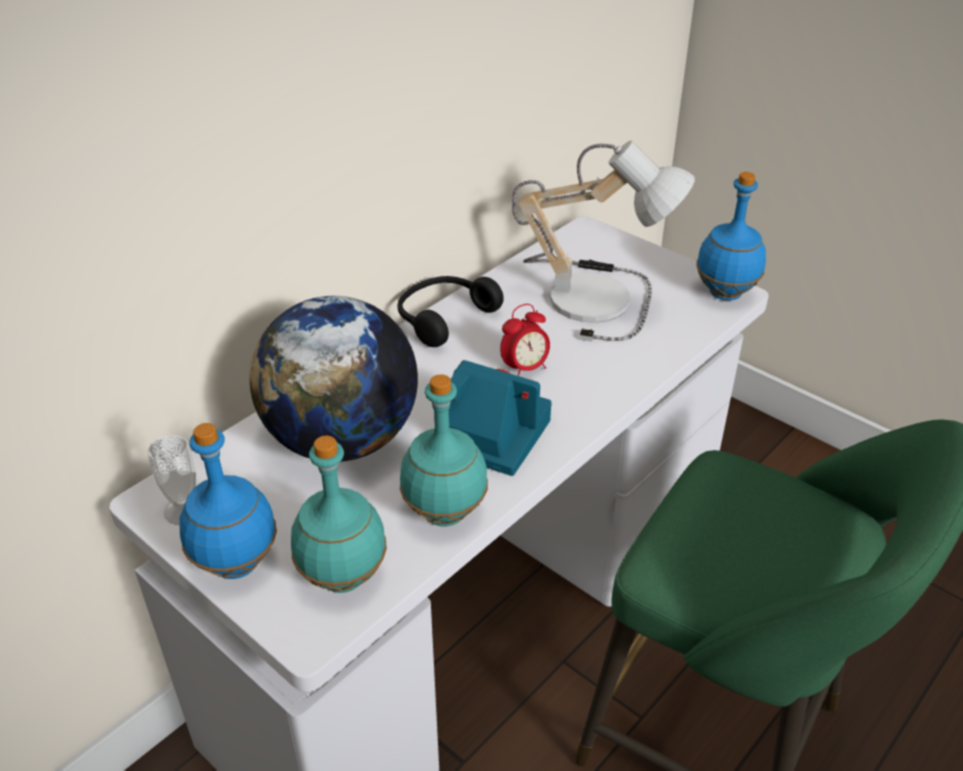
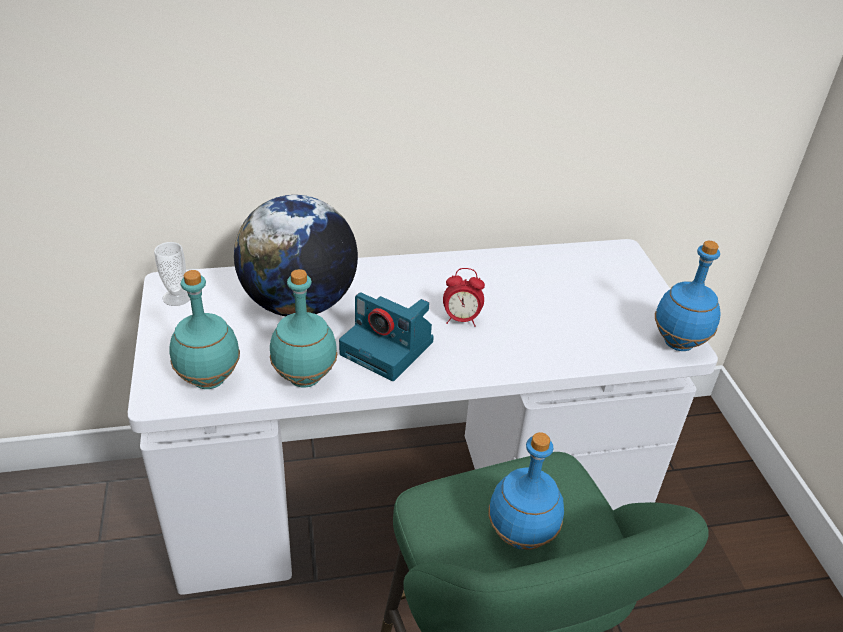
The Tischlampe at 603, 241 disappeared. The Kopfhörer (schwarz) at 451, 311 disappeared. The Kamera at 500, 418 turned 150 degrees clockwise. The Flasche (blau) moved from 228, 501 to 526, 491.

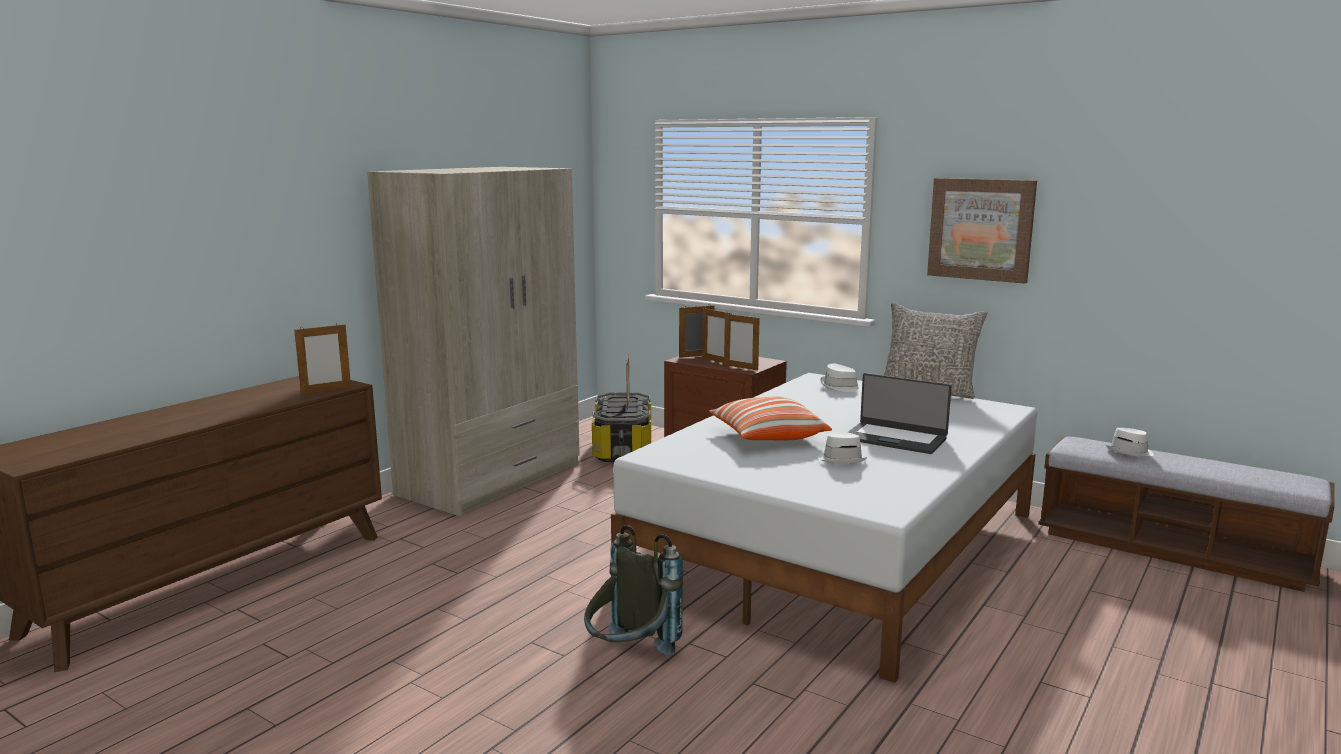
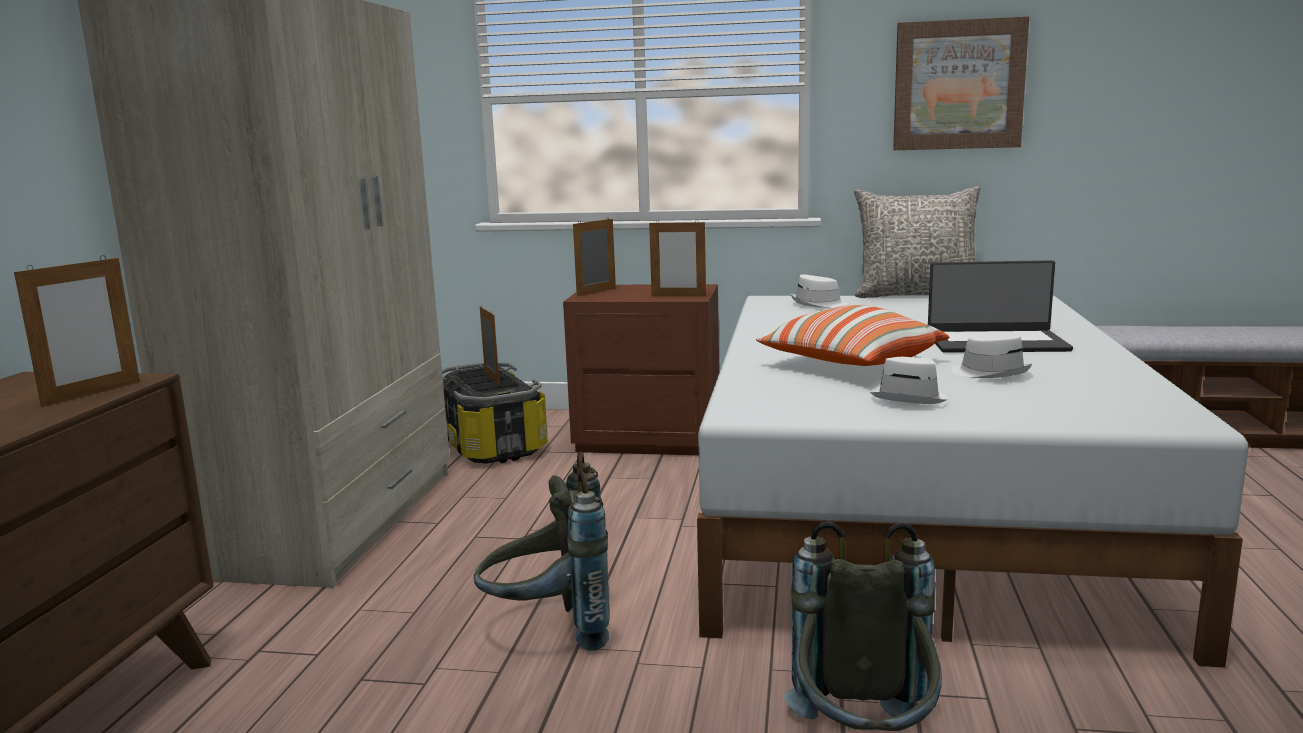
The Bilderrahmen at 716, 335 disappeared. The Hut (weiß) moved from 1130, 442 to 909, 380. The Rucksack (grau) at 542, 551 appeared.

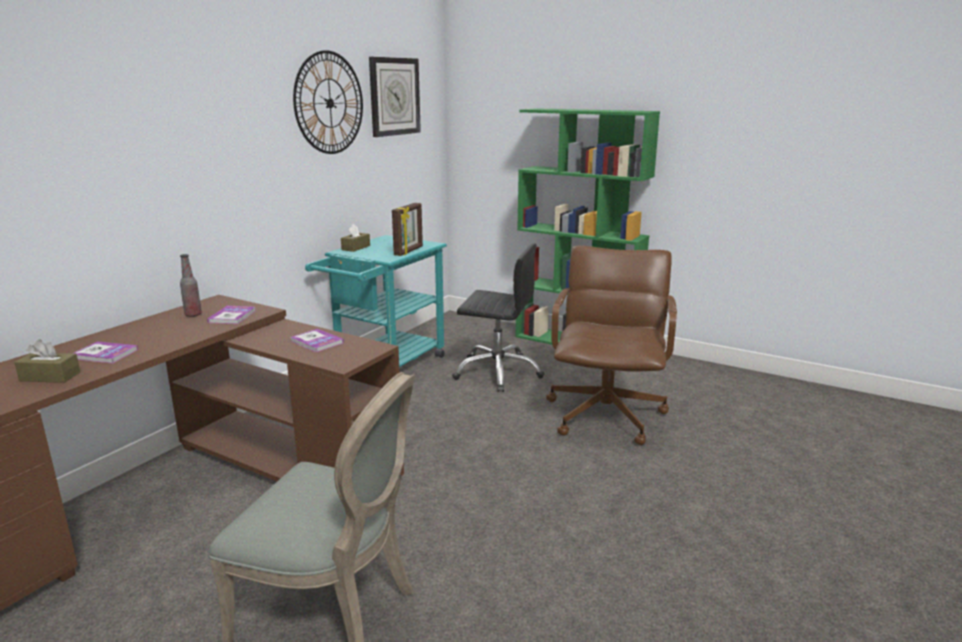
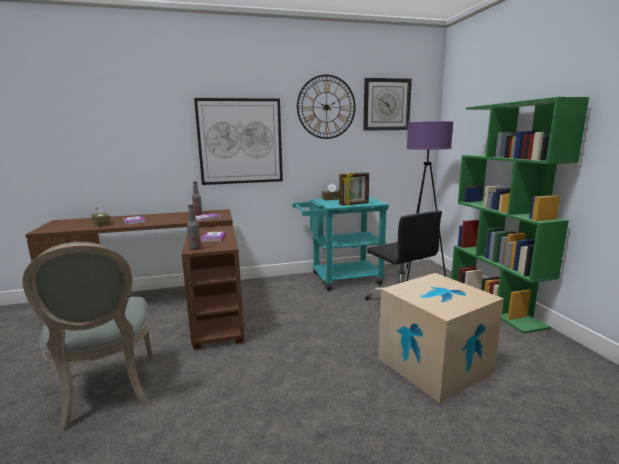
The Bürostuhl (braun) at 611, 345 was replaced by the Karton at 441, 338. The Bild at 238, 141 appeared. The Stehlampe (lila) at 430, 201 appeared. The Flasche at 194, 227 appeared.

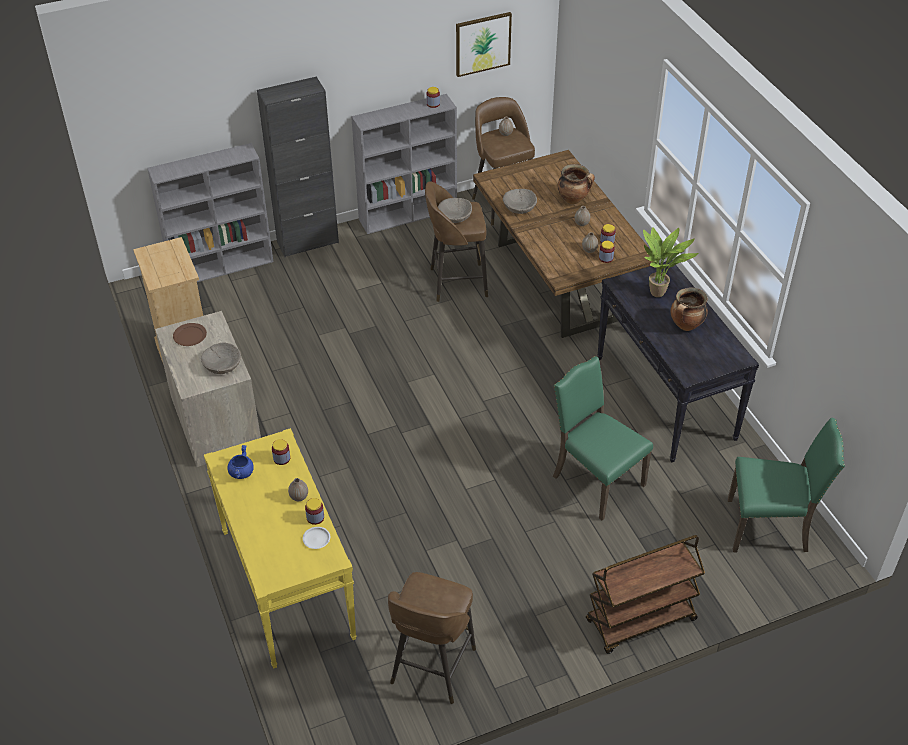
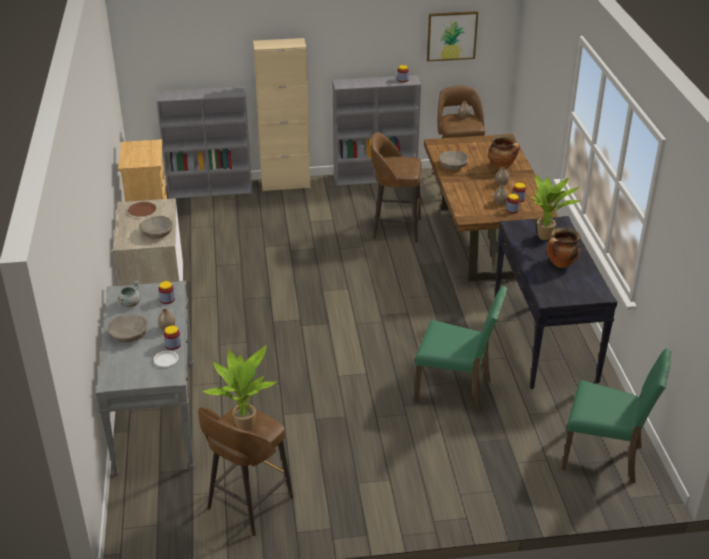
The Schrank (schwarz) at 298, 167 became the Schrank (beige) at 281, 115. The Schüssel (beige) moved from 455, 210 to 128, 328. The Stuhl (grün) at 603, 438 turned 135 degrees clockwise. The Konsolentisch (gelb) at 280, 548 became the Konsolentisch (grau) at 145, 378. The Kochtopf (blau) at 241, 462 became the Kochtopf (grau) at 129, 293. The Rollwagen (braun) at 645, 594 disappeared. The Topfpflanze at 240, 388 appeared.

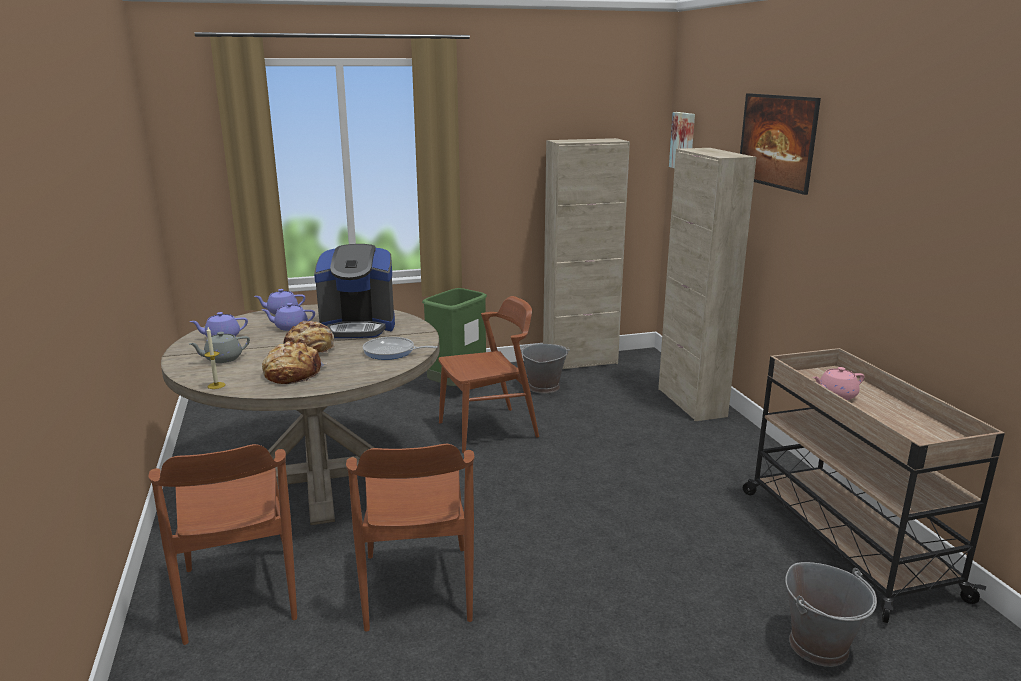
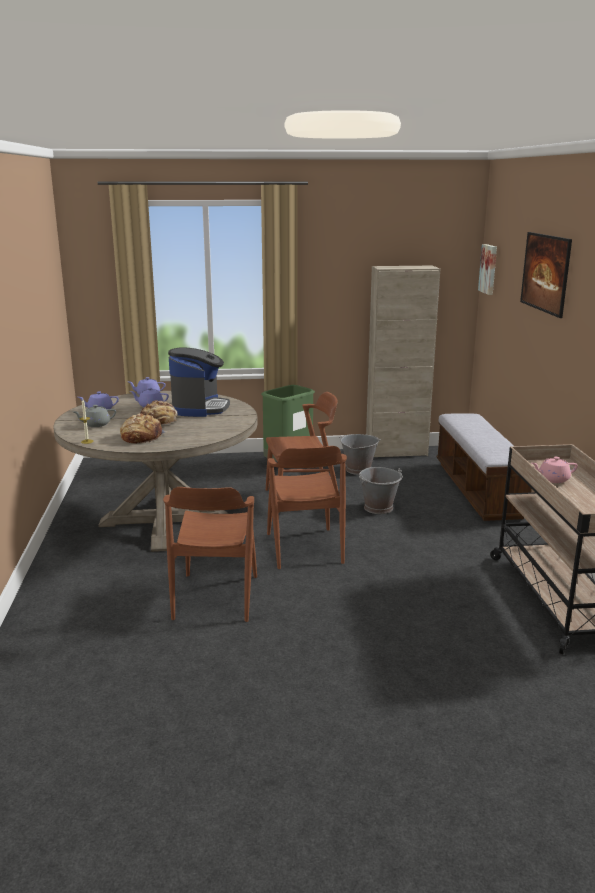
The Schrank (beige) at 707, 284 was replaced by the Bank at 484, 467. The Kaffeemaschine at 354, 291 turned 90 degrees counterclockwise. The Pfanne at 400, 348 disappeared. The Stuhl (braun) moved from 222, 544 to 307, 507. The Eimer (grau) moved from 831, 614 to 381, 490.

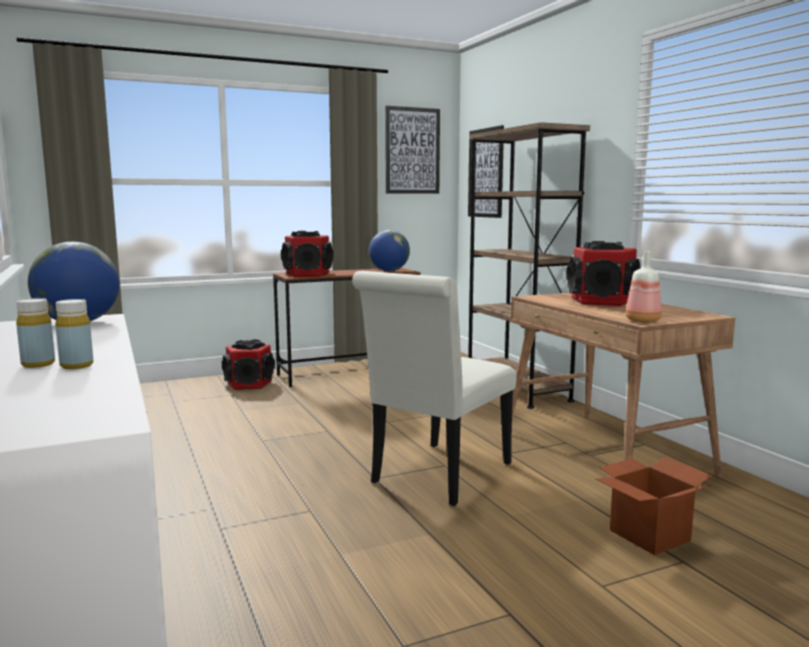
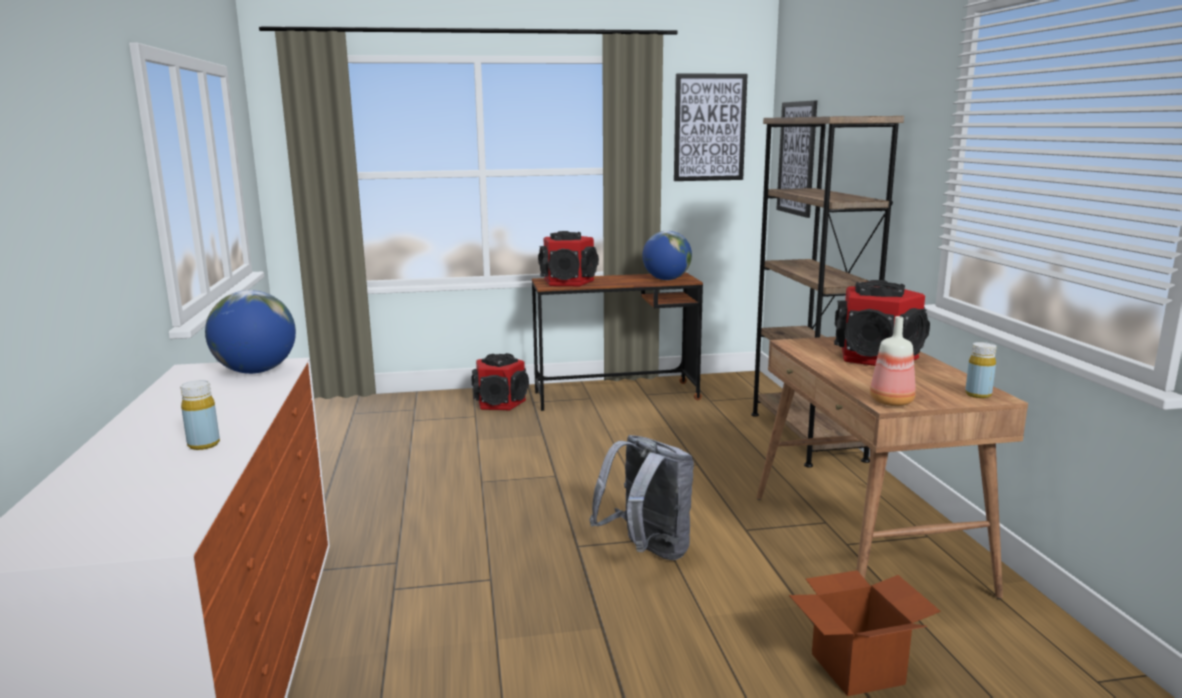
The Stuhl (weiß) at 434, 388 was replaced by the Rucksack (grau) at 641, 497. The Flasche (gelb) moved from 35, 333 to 980, 370.

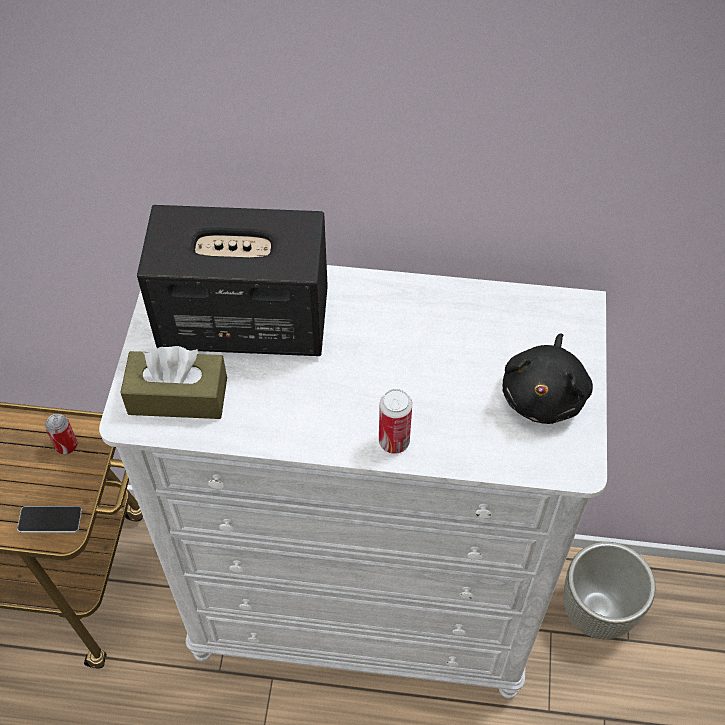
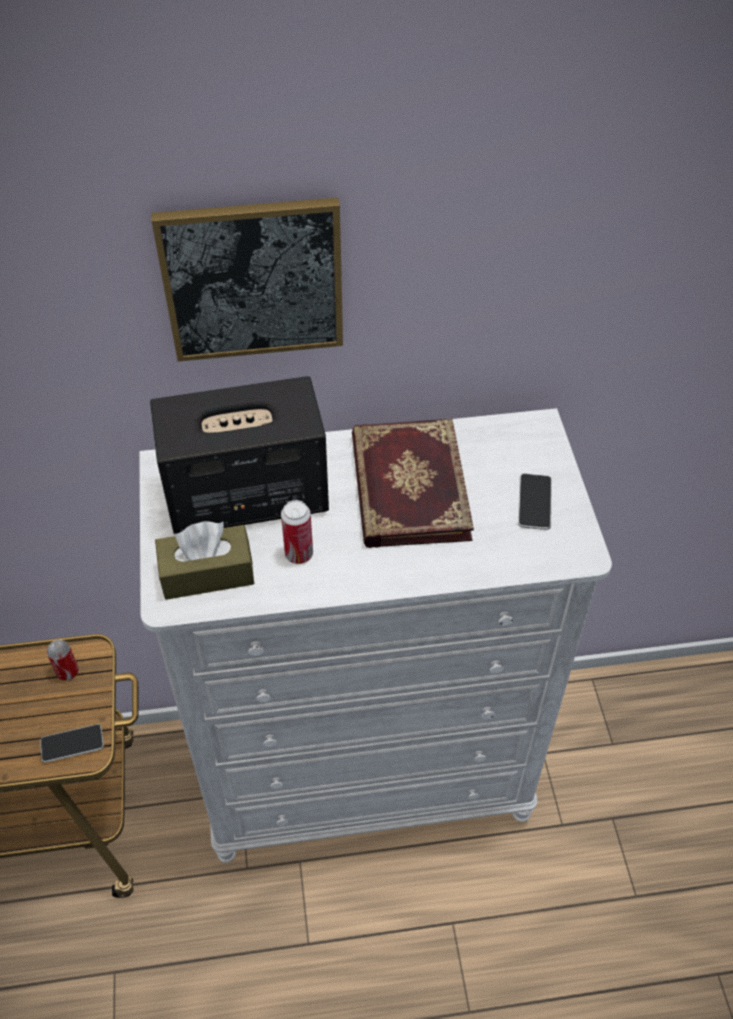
The Plüschtier (schwarz) at 547, 378 was replaced by the Handy at 535, 502. The Dose moved from 395, 421 to 297, 532. The Pflanzkübel (grau) at 610, 590 disappeared. The Bild at 247, 279 appeared. The Buch at 413, 483 appeared.

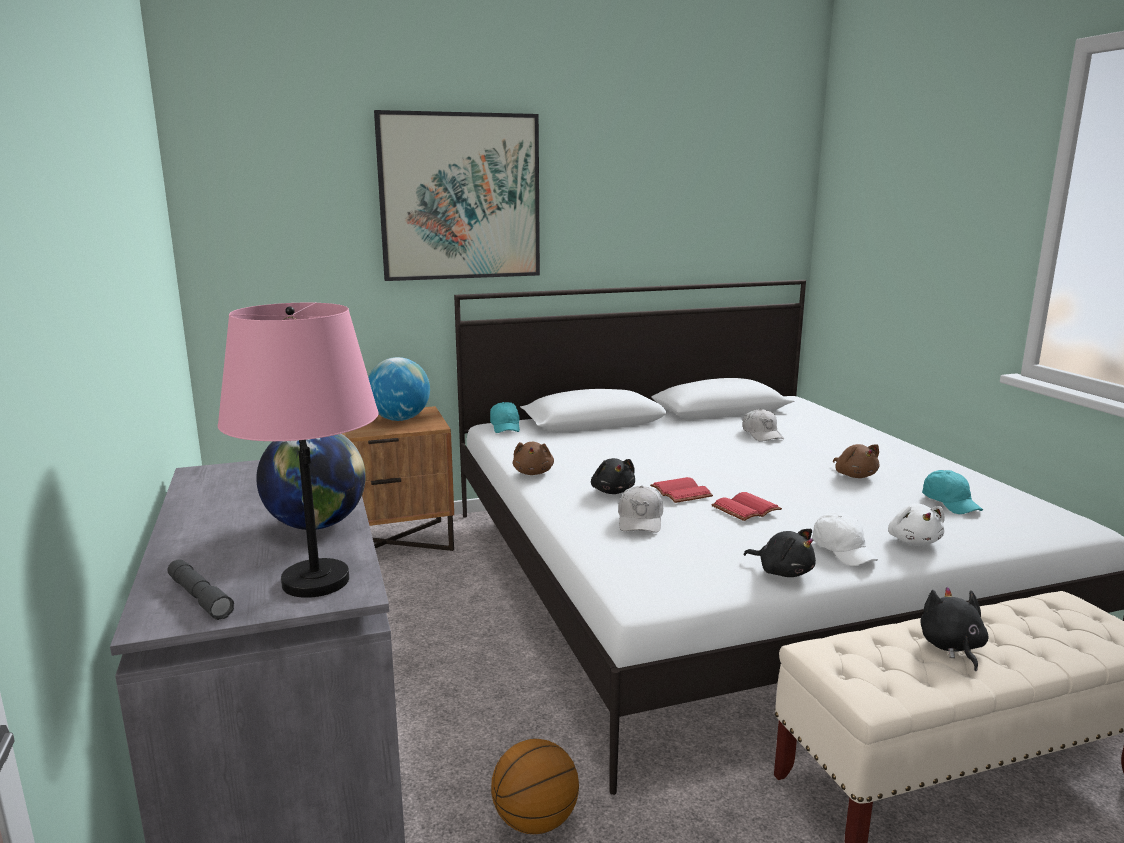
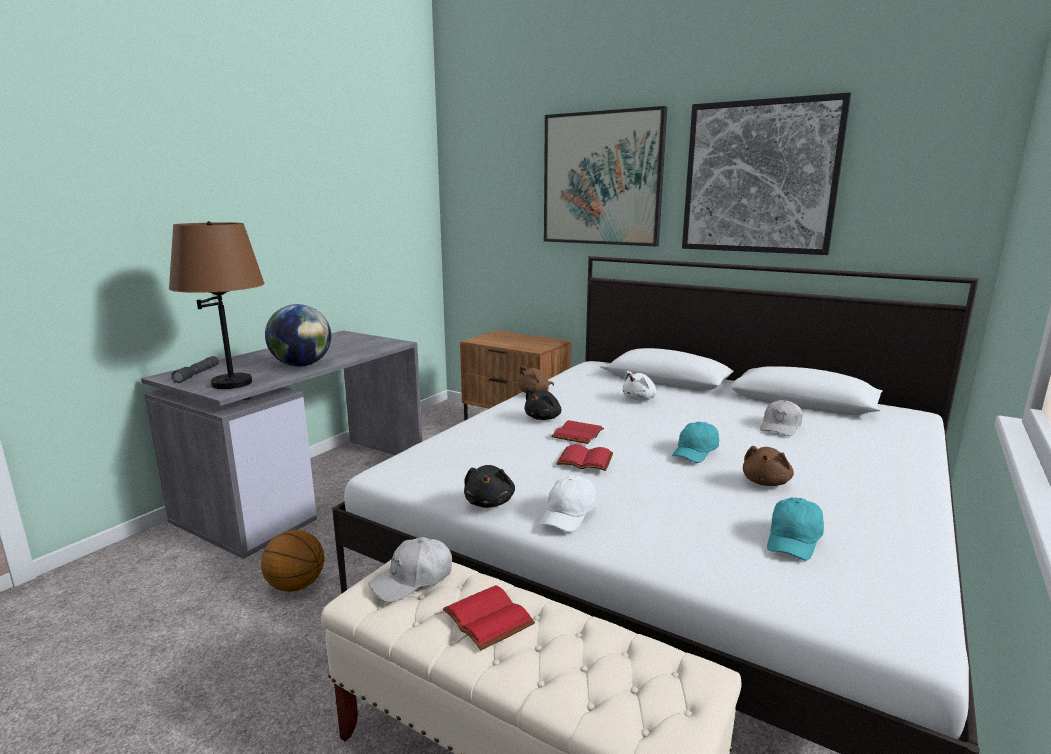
The Tischlampe (rosa) at 298, 450 became the Tischlampe (braun) at 217, 305. The Globus at 399, 389 disappeared. The Kappe (türkis) moved from 505, 417 to 695, 442. The Kappe (weiß) moved from 640, 509 to 410, 569. The Plüschtier (weiß) moved from 916, 525 to 640, 386. The Plüschtier (schwarz) at 954, 629 was replaced by the Buch (rot) at 489, 617. The Bild at 766, 173 appeared.

